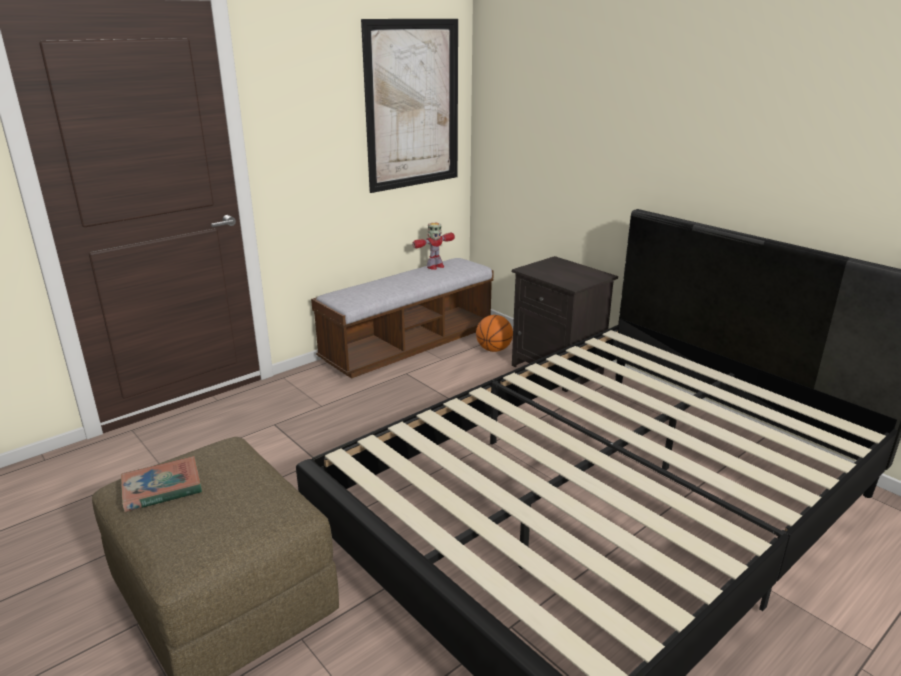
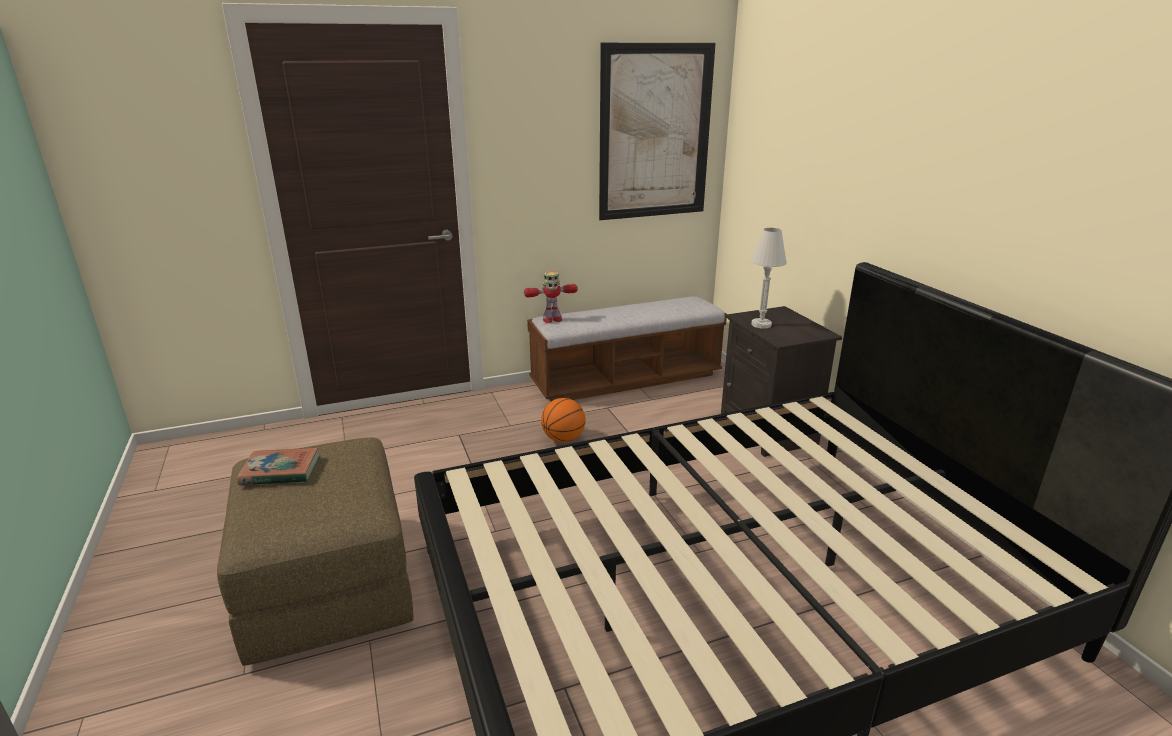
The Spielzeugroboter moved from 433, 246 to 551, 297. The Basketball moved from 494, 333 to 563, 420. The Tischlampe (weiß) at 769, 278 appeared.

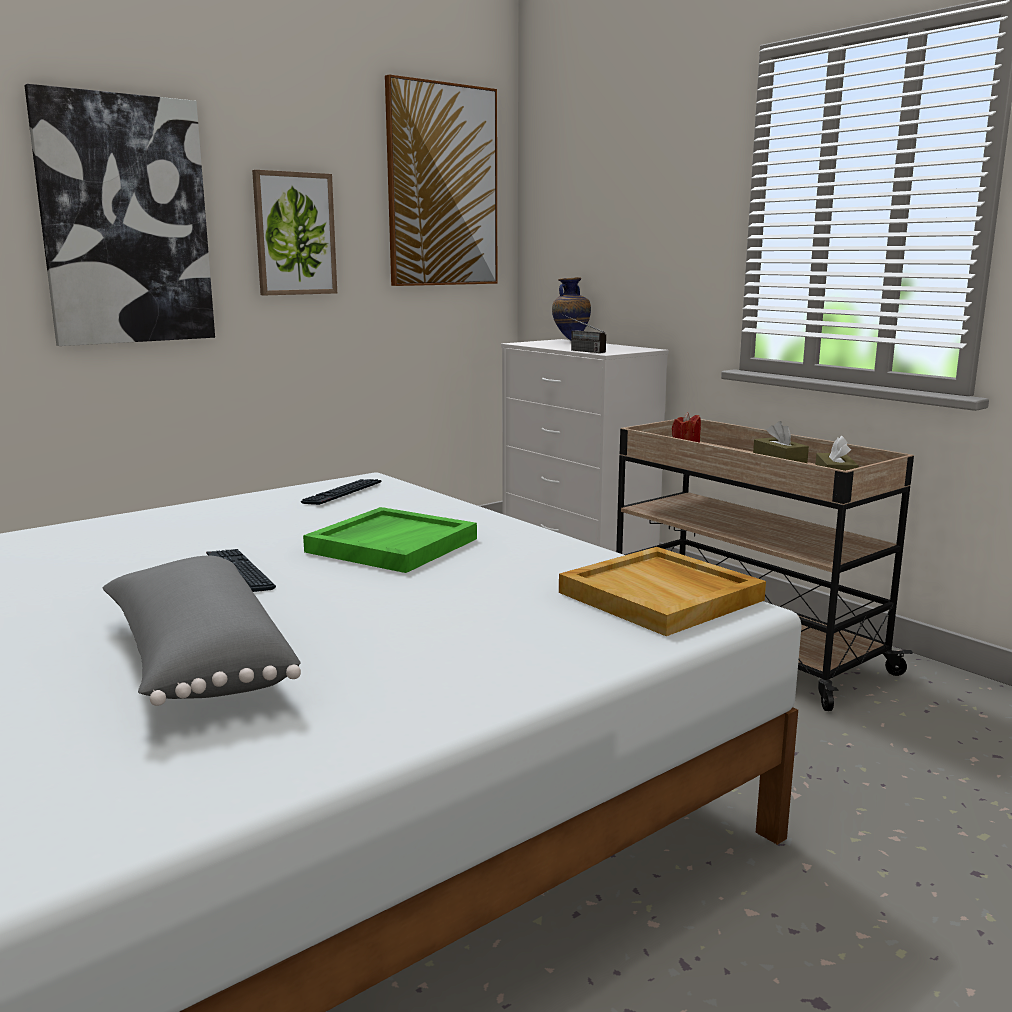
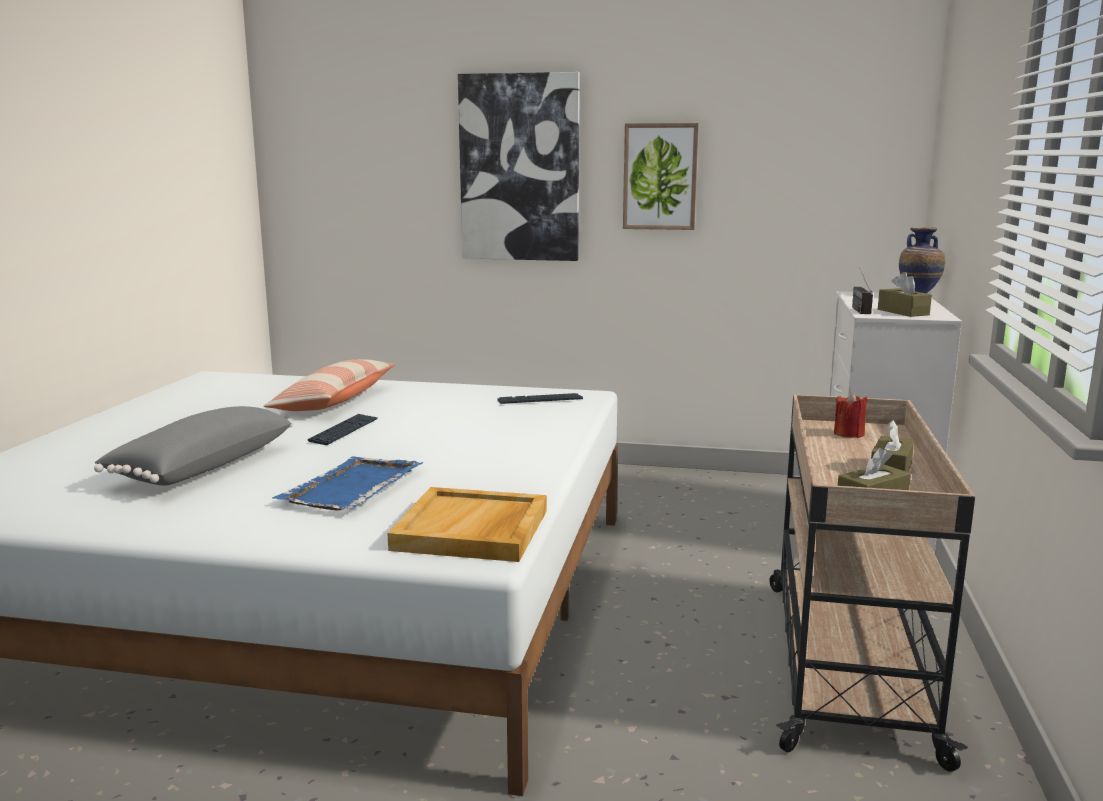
The Bild at 441, 180 disappeared. The Tablett (grün) at 390, 540 disappeared. The Taschentuchbox (braun) at 905, 294 appeared. The Kissen at 329, 385 appeared. The Tablett (blau) at 348, 483 appeared.

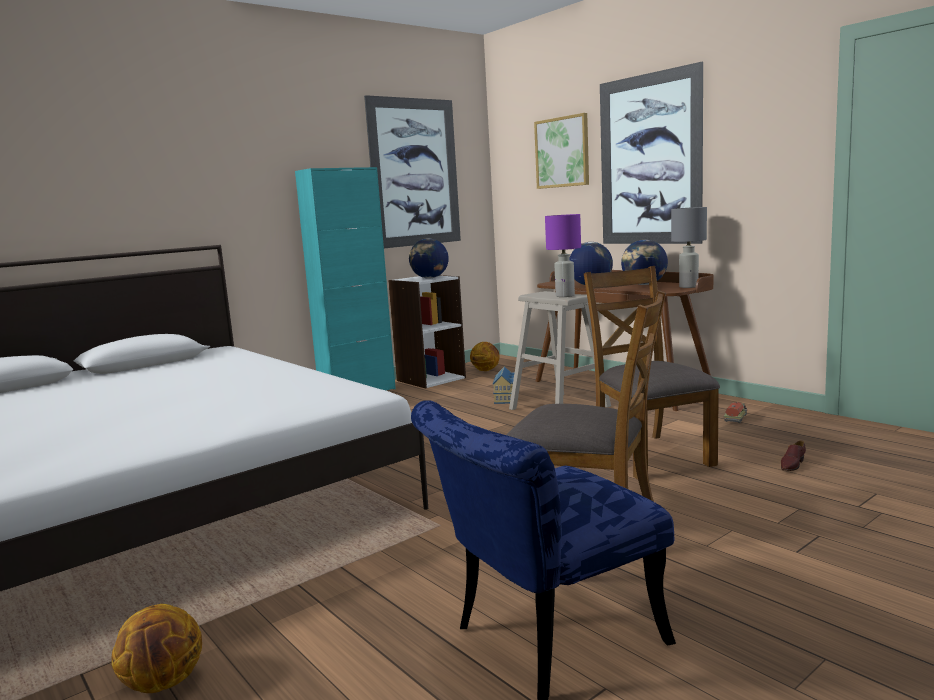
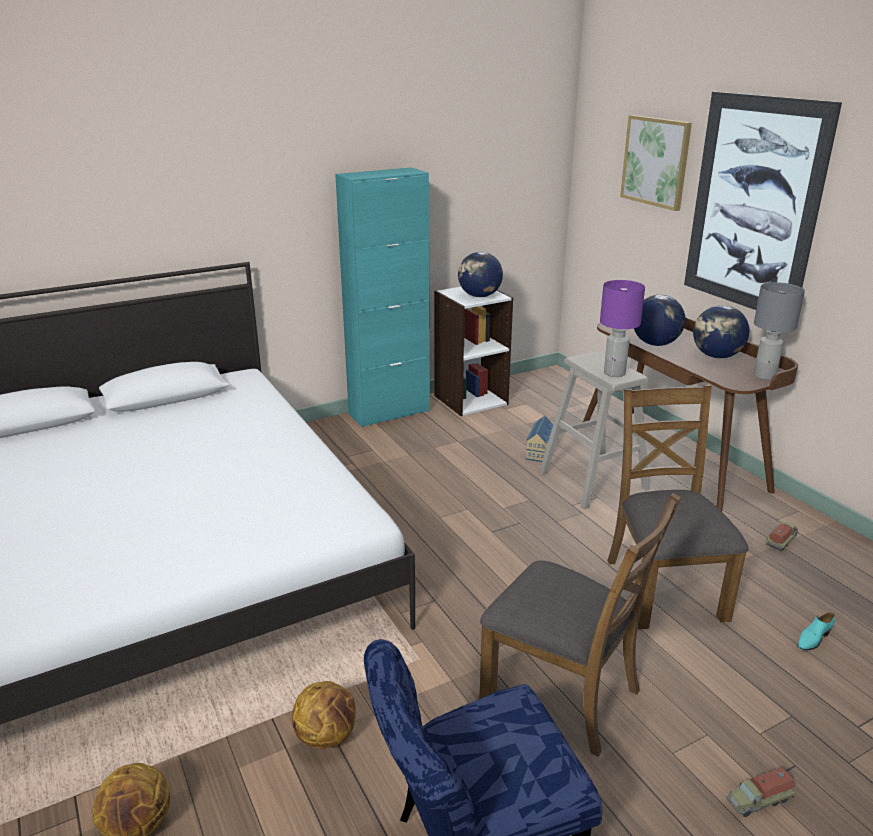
The Bild at 412, 171 disappeared. The Basketball moved from 485, 356 to 324, 715. The Schuh (braun) at 793, 456 became the Schuh (türkis) at 816, 631. The Spielzeuglaster at 761, 792 appeared.

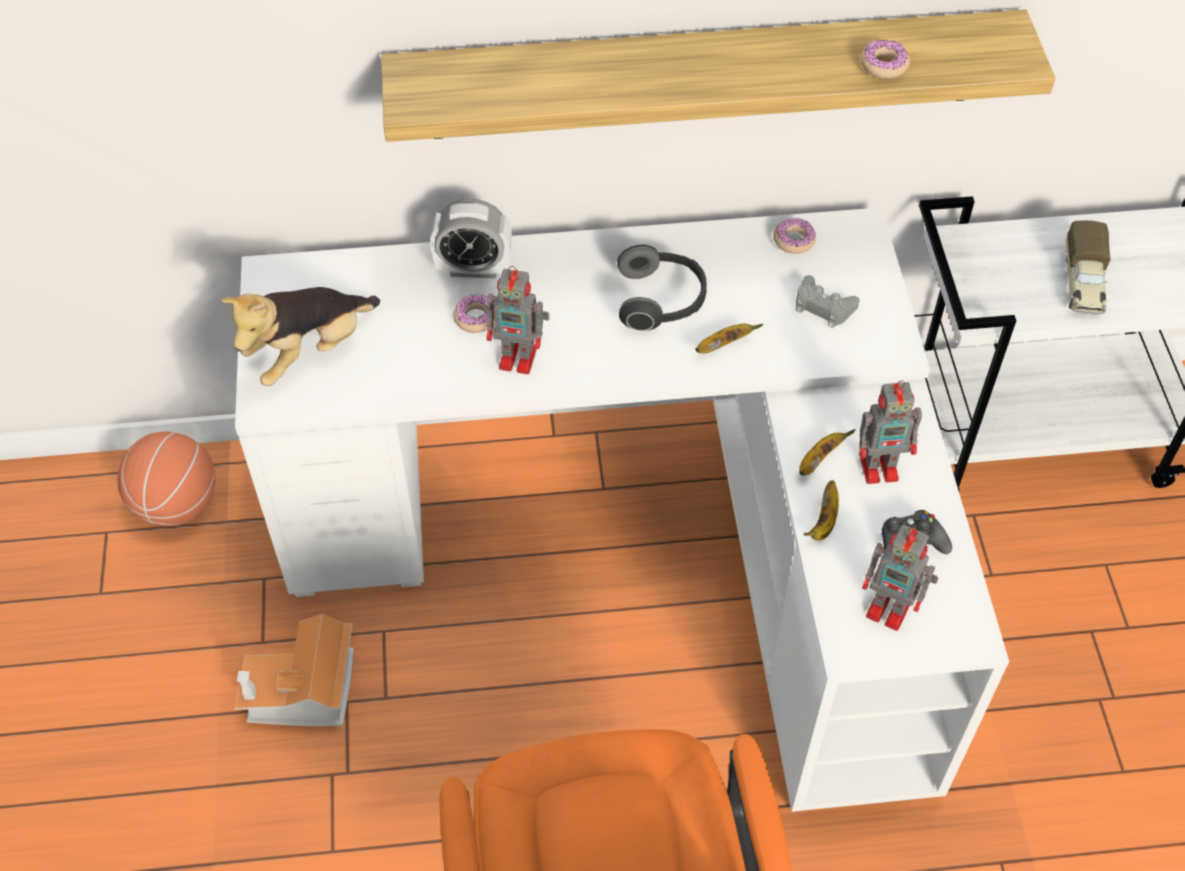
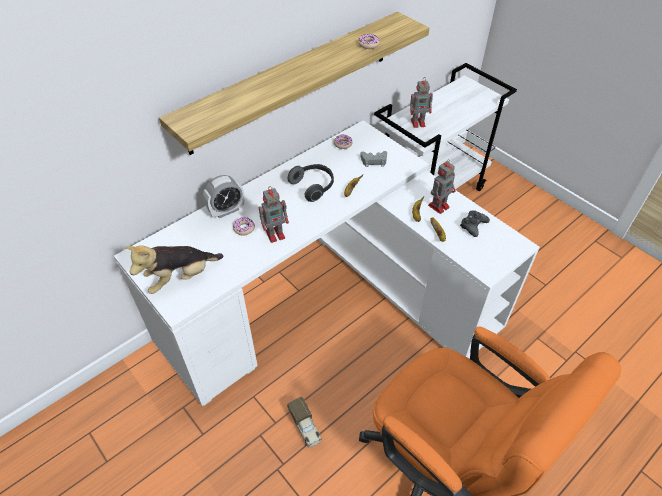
The Spielzeuglaster moved from 1088, 267 to 304, 422. The Plüschtier at 300, 336 turned 45 degrees clockwise. The Basketball at 166, 479 disappeared. The Spielzeugroboter moved from 900, 577 to 421, 104. The Spielzeughaus at 294, 670 disappeared.

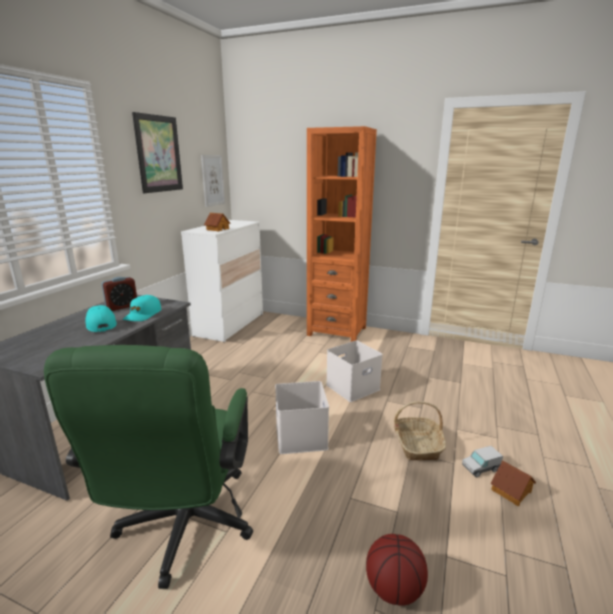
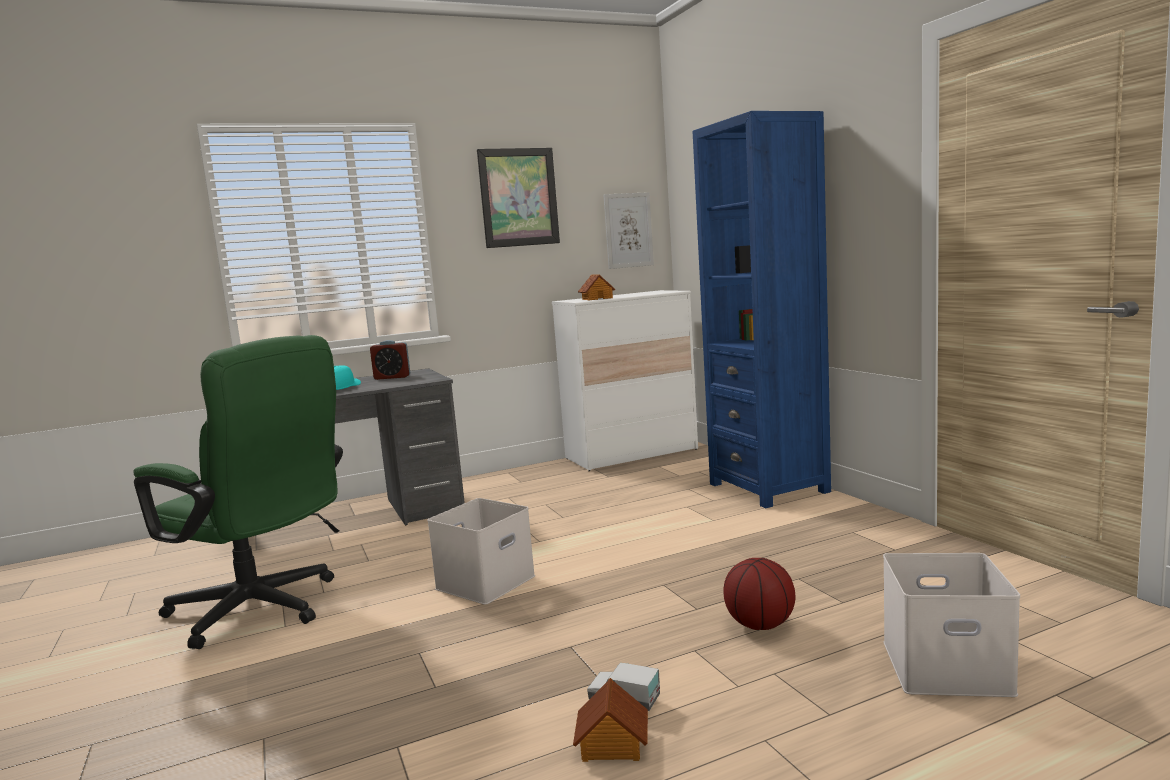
The Bücherregal (orange) at 342, 234 became the Bücherregal (blau) at 762, 309. The Kappe (türkis) at 142, 308 disappeared. The Aufbewahrungsbox (weiß) moved from 354, 371 to 951, 625. The Bürostuhl (grün) at 148, 467 turned 105 degrees counterclockwise. The Korb at 420, 431 disappeared. The Basketball moved from 397, 570 to 759, 594.

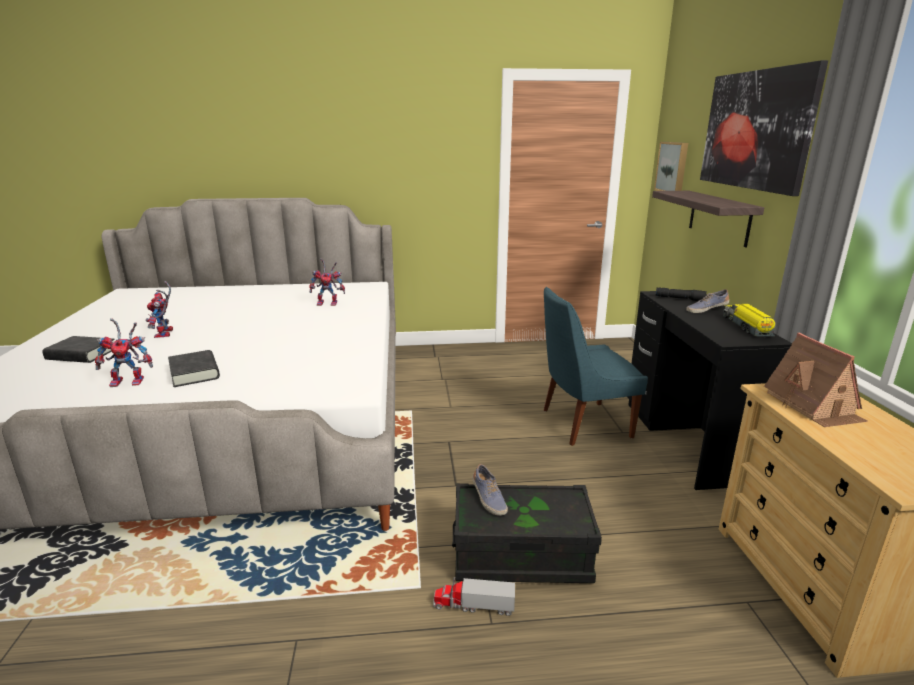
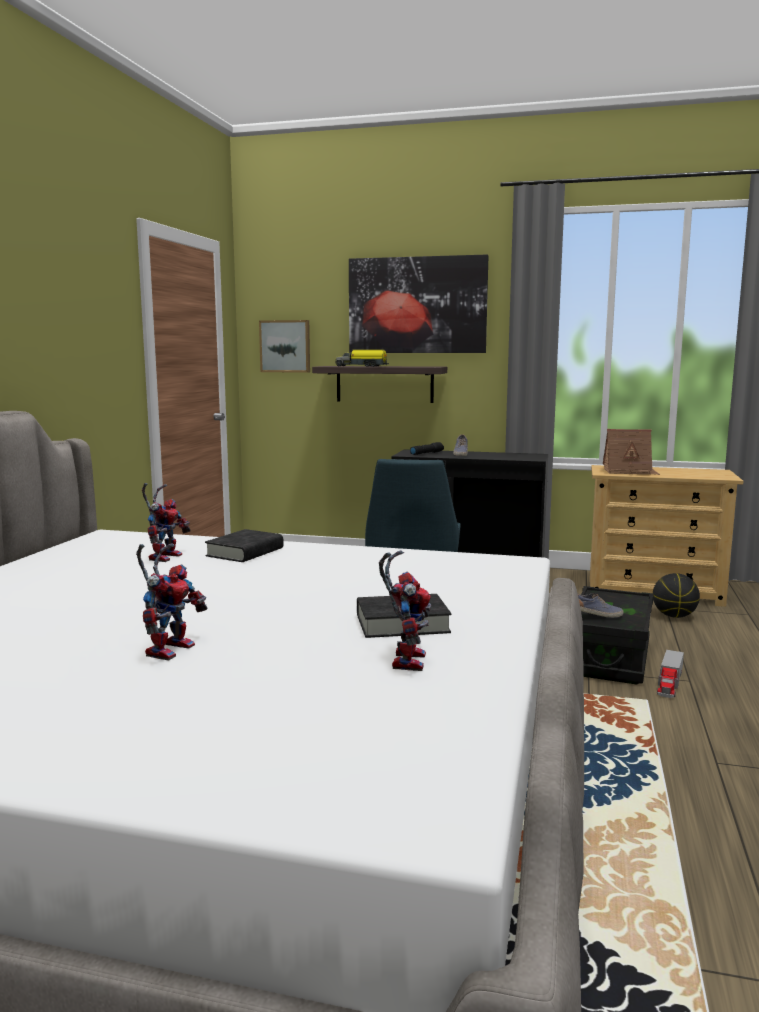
The Spielzeugroboter at 159, 309 turned 75 degrees counterclockwise. The Spielzeuglaster moved from 749, 320 to 362, 358. The Buch (schwarz) moved from 78, 349 to 244, 545. The Basketball at 676, 595 appeared.

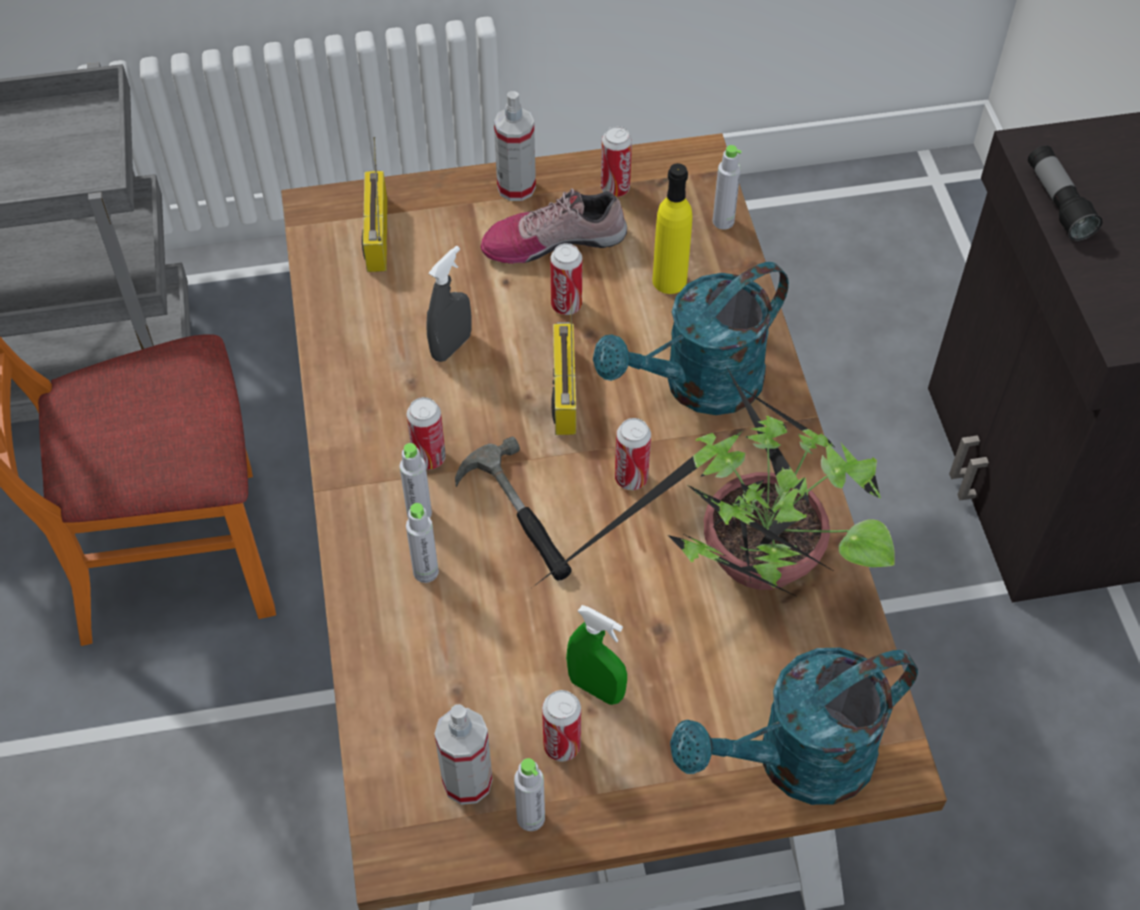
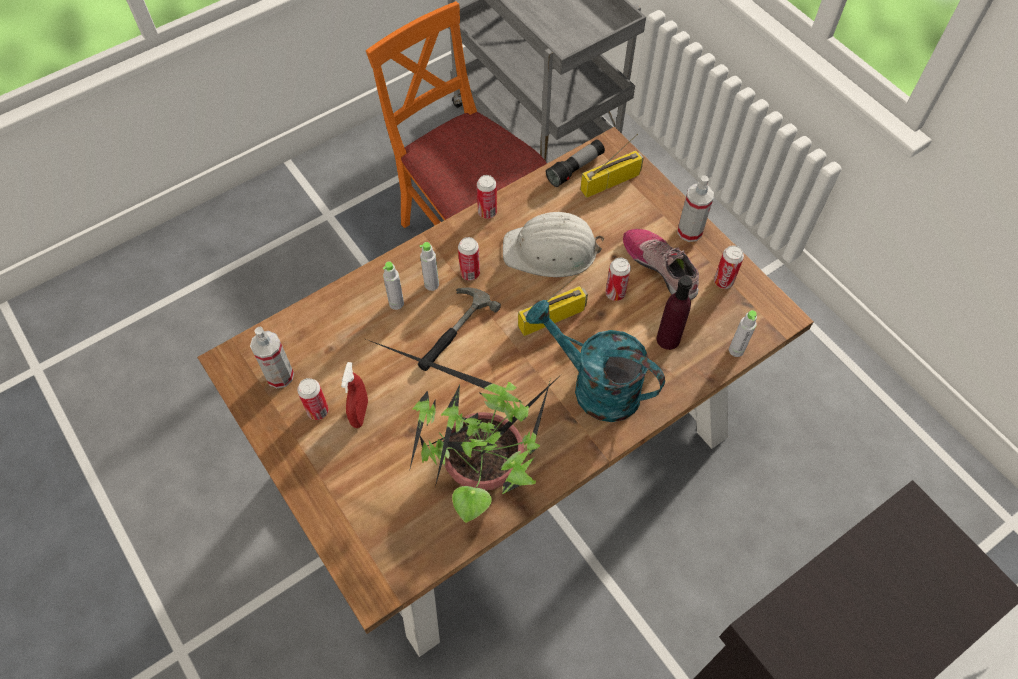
The Taschenlampe moved from 1065, 193 to 575, 163. The Flasche (gelb) at 672, 228 became the Flasche (lila) at 674, 313. The Sprühflasche (grau) at 449, 304 was replaced by the Schutzhelm (weiß) at 553, 244. The Dose moved from 633, 454 to 487, 197. The Sprühflasche (grün) at 596, 655 became the Sprühflasche (rot) at 354, 395. The Gießkanne (türkis) at 794, 726 disappeared. The Flasche (grau) at 529, 794 disappeared.

